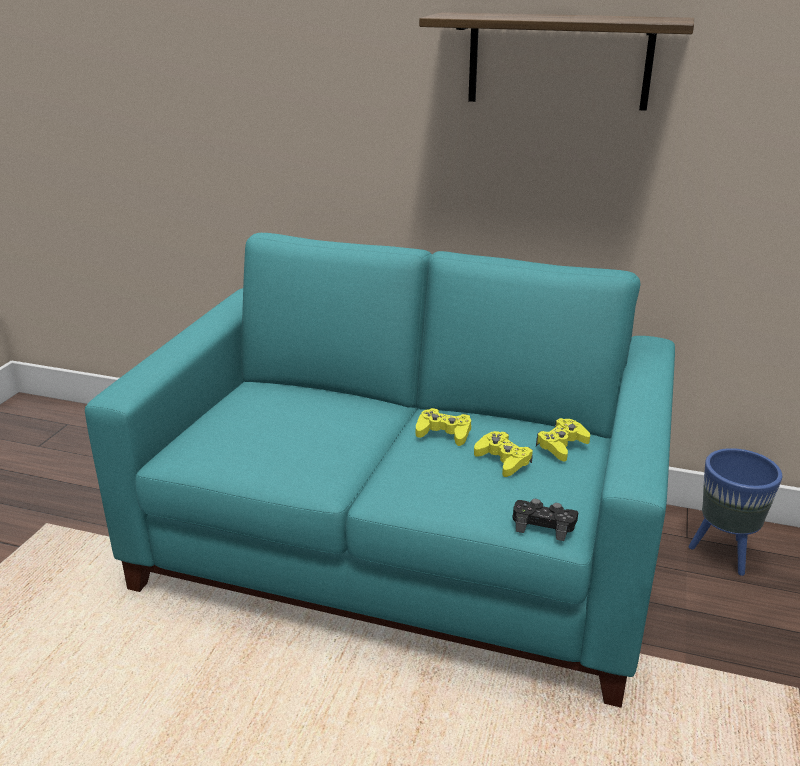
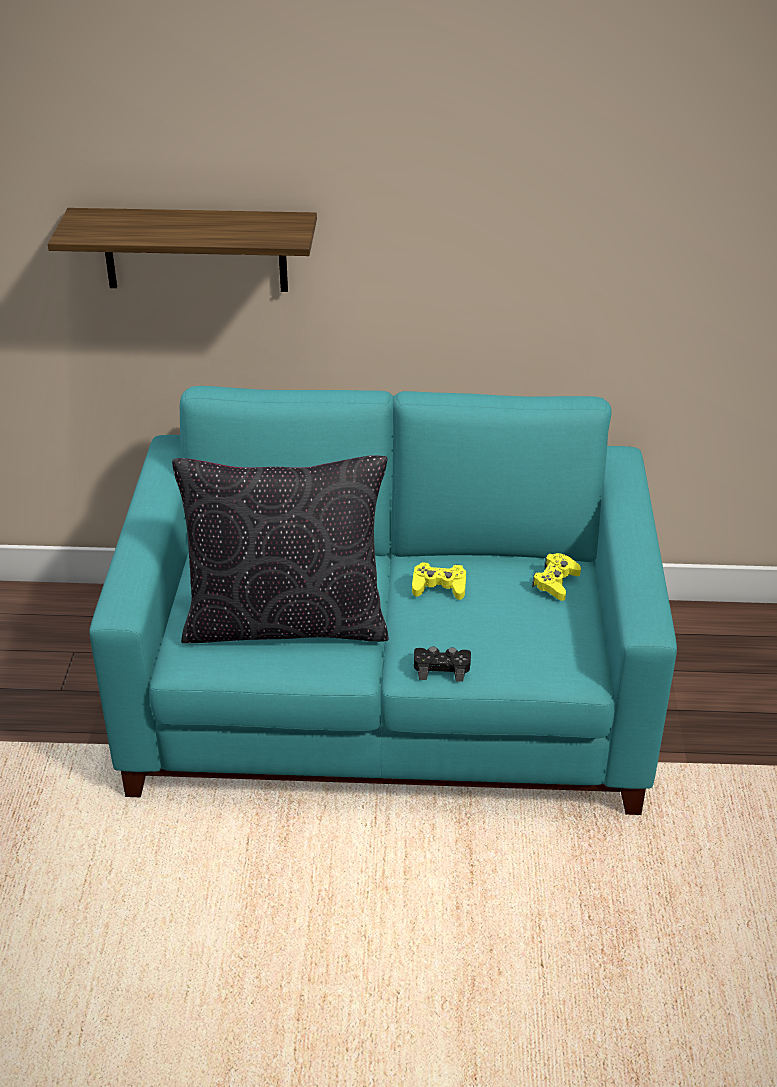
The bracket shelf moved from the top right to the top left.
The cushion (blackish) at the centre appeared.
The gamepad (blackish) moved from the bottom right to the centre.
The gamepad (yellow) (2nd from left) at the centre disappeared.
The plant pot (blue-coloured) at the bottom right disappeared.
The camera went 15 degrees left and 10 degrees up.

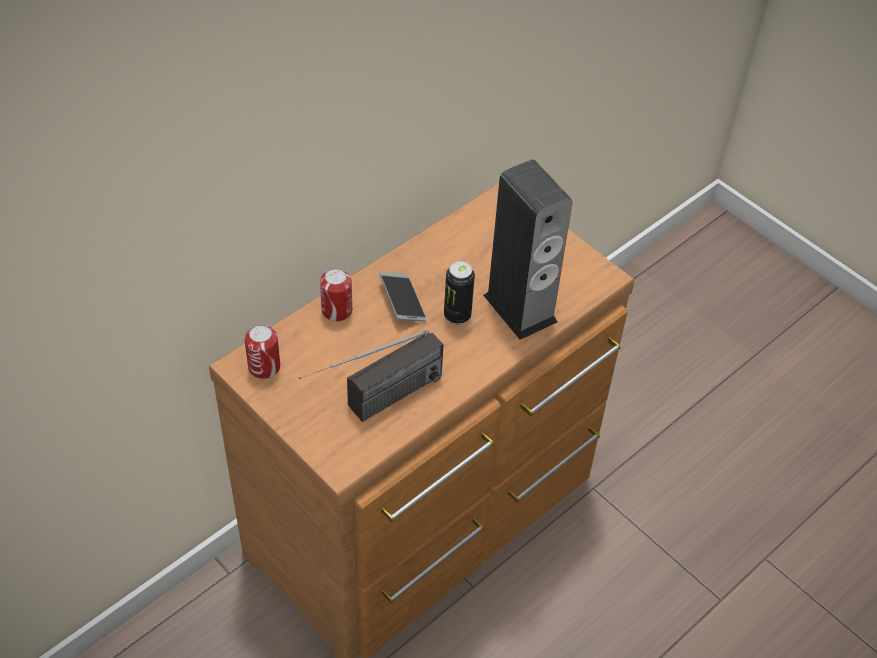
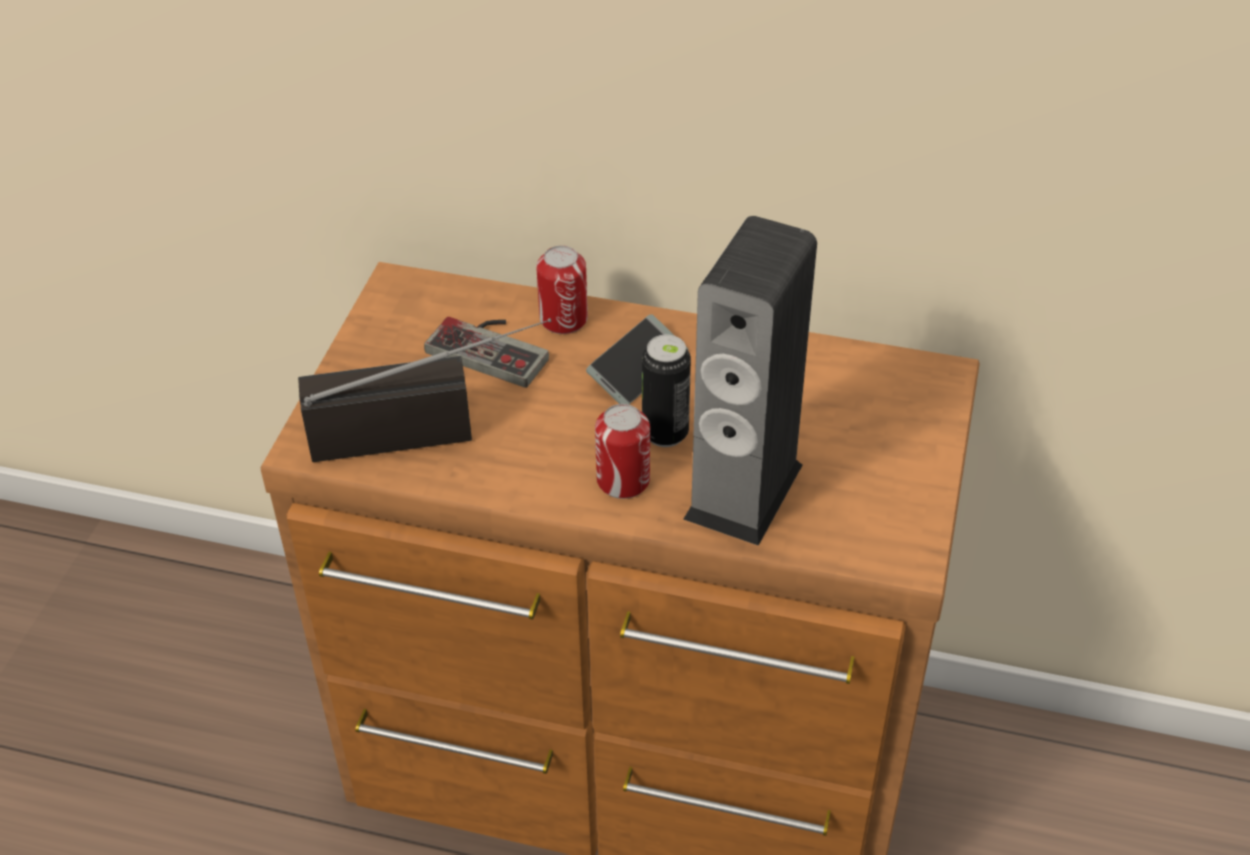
The radio receiver at the centre turned 150 degrees clockwise.
The gamepad at the centre appeared.
The can (1st from left in the first image) moved from the middle left to the centre.
The camera went 60 degrees right and 5 degrees down.

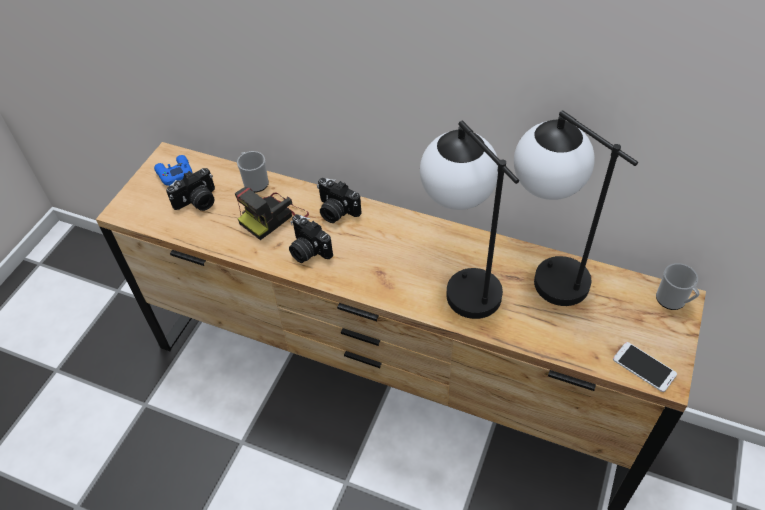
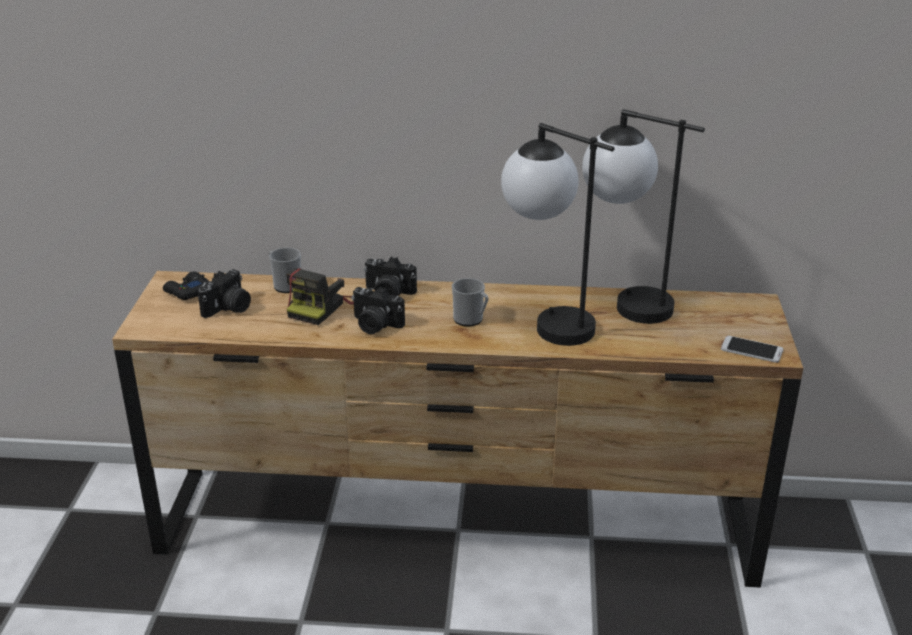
The gamepad (blue-coloured) at the middle left became the gamepad (blackish) at the middle left.
The tea mug (2nd from left) moved from the middle right to the centre.
The camera went 20 degrees left and 20 degrees down.

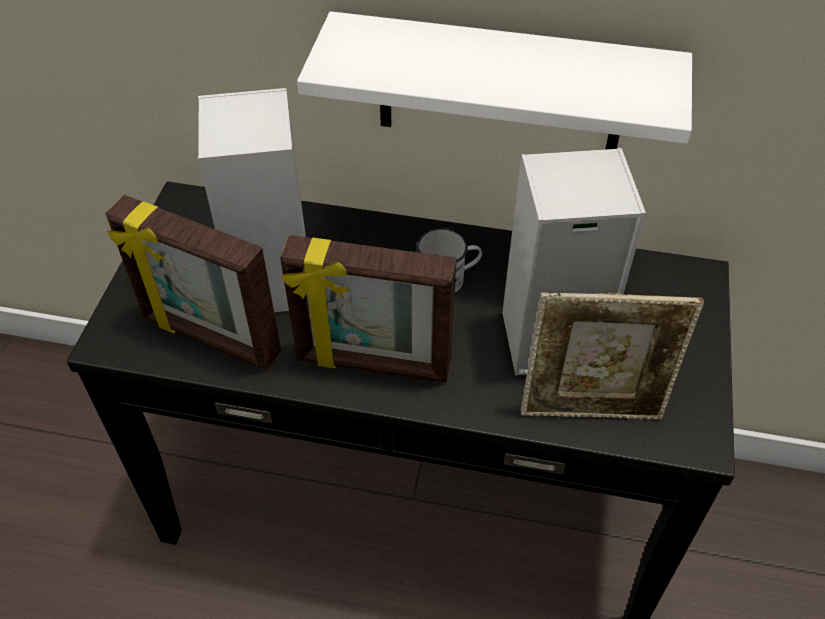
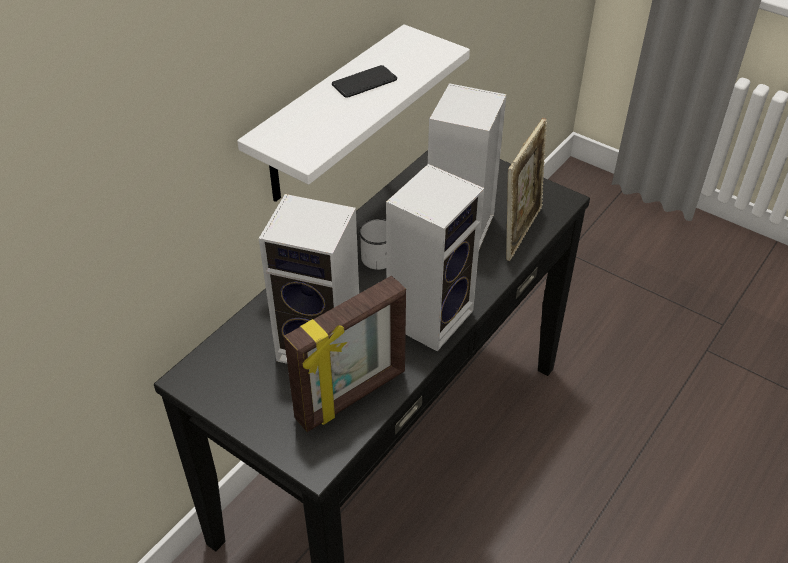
The telephone at the top centre appeared.
The standing frame (2nd from left) at the centre was replaced by the loudspeaker (2nd from left) at the centre.
The camera went 65 degrees left and 5 degrees down.

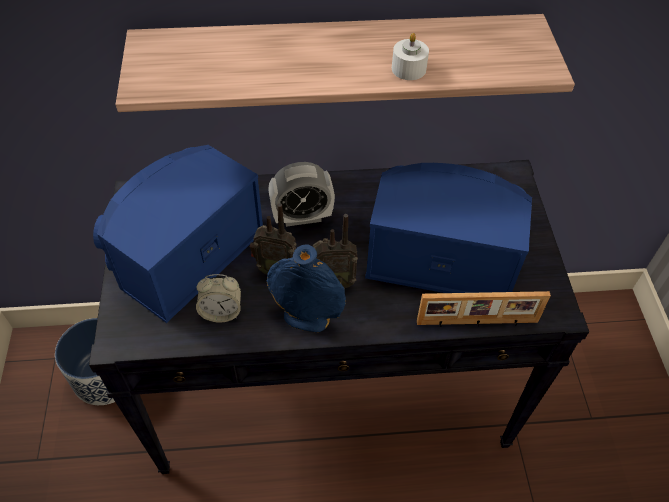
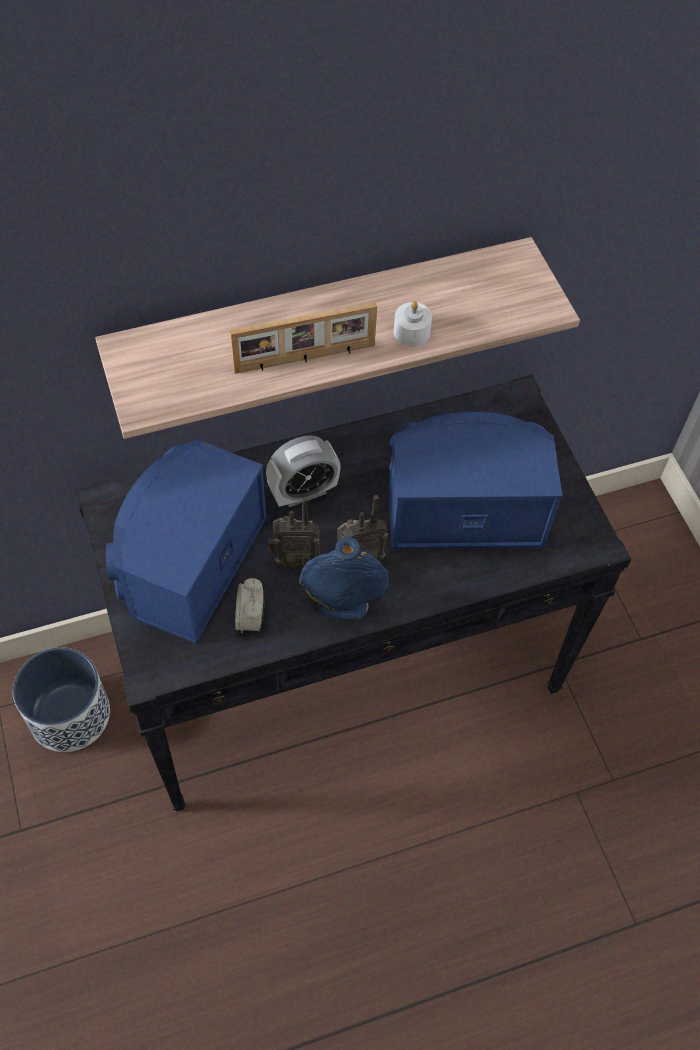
The standing frame moved from the middle right to the top centre.
The bedside clock (1st from left) at the middle left turned 105 degrees clockwise.
The camera went 15 degrees left and 5 degrees up.

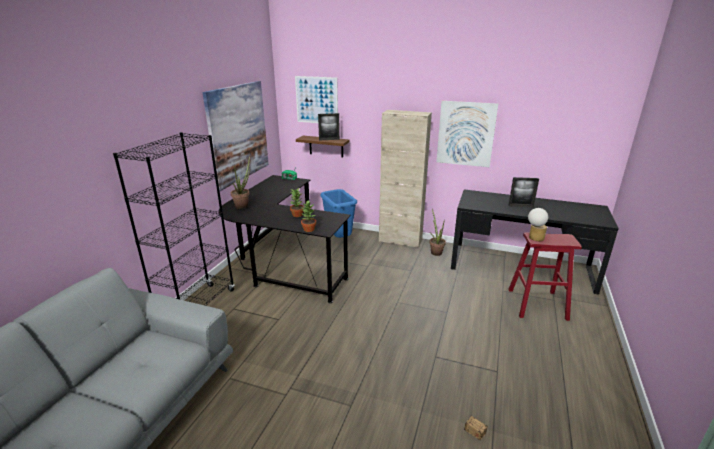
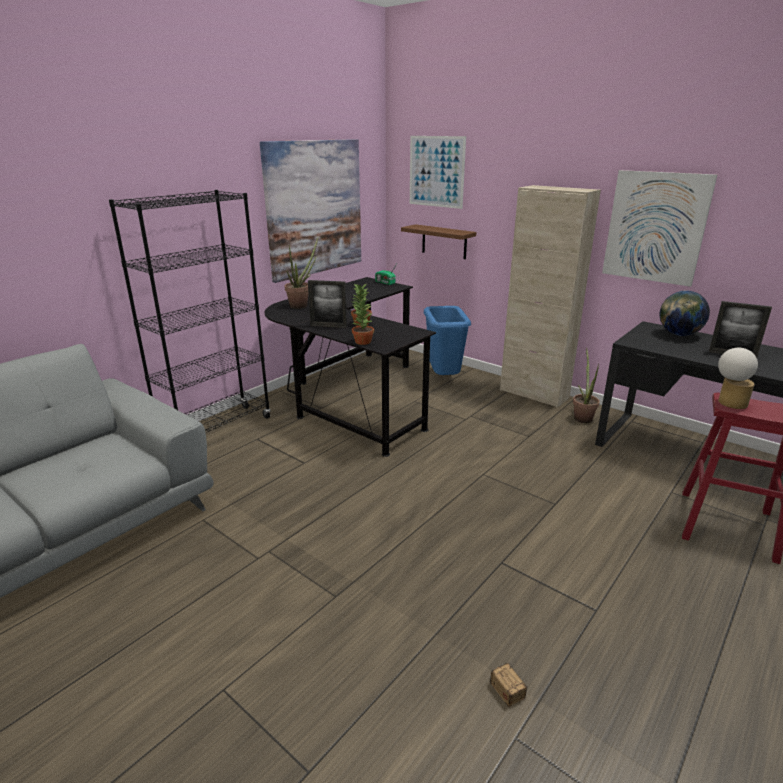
The standing frame (1st from left) moved from the top centre to the centre.
The desk globe at the middle right appeared.
The camera went 20 degrees right and 0 degrees up.

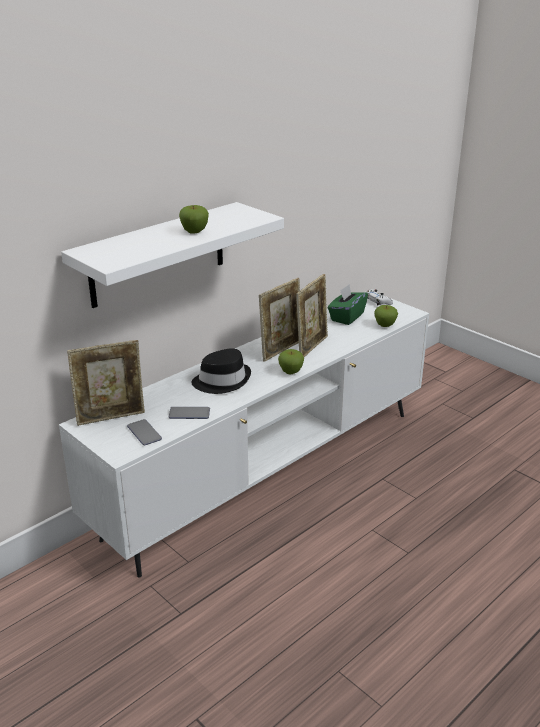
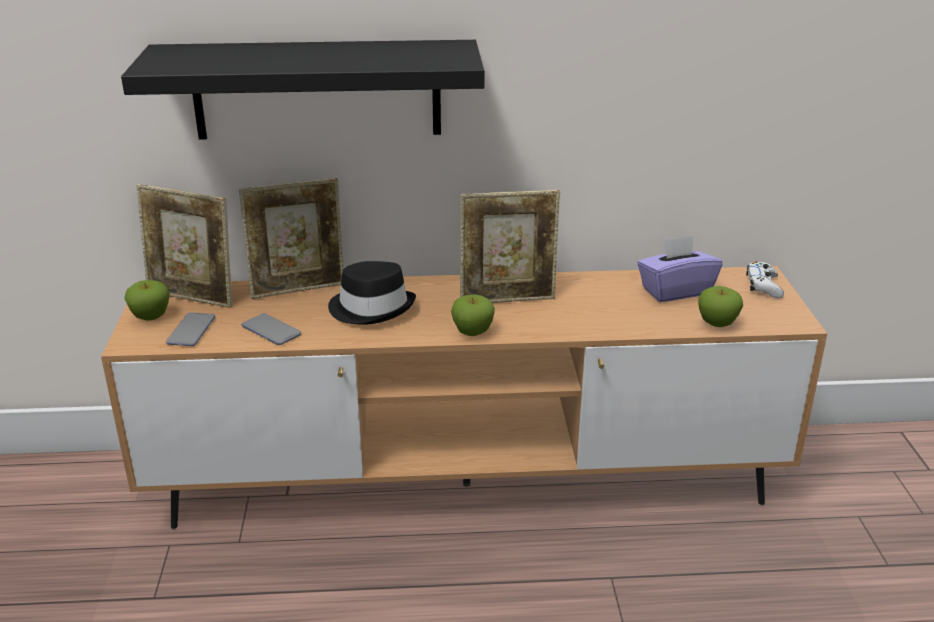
The tv stand (white-coloured) at the centre became the tv stand (brownish) at the centre.
The bracket shelf (white-coloured) at the middle left became the bracket shelf (blackish) at the top left.
The apple (1st from left) moved from the top centre to the middle left.
The standing frame (3rd from left in the first image) moved from the centre to the middle left.
The box of tissues (green-coloured) at the centre became the box of tissues (purple) at the middle right.
The camera went 40 degrees right and 0 degrees up.

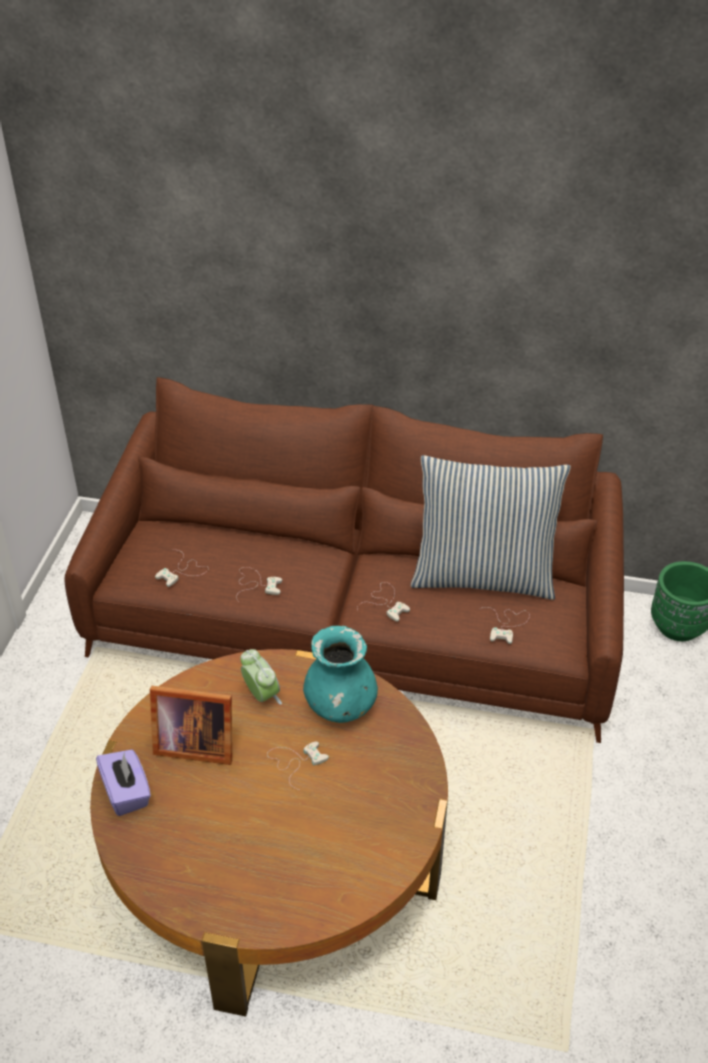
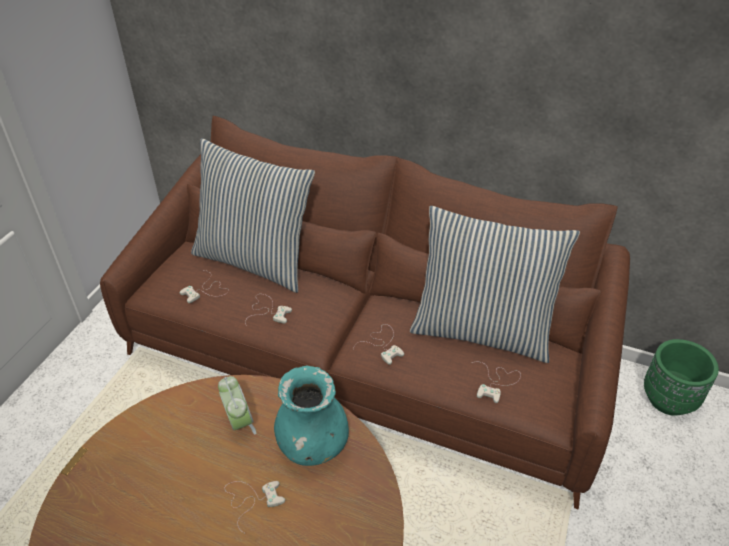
The cushion (1st from left) at the centre appeared.
The box of tissues (purple) at the bottom left disappeared.
The standing frame at the bottom left disappeared.
The camera went 10 degrees right and 0 degrees up.

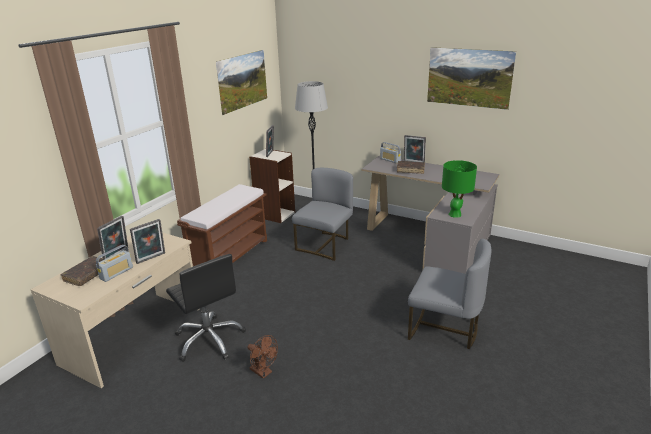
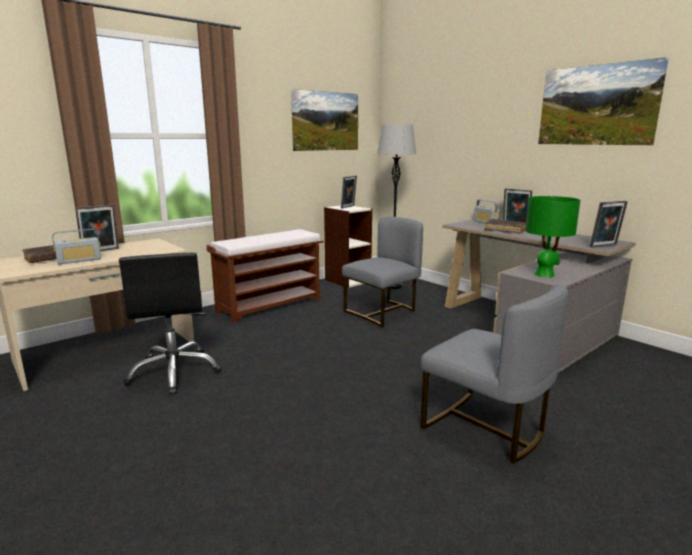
The standing frame (2nd from left in the first image) moved from the middle left to the middle right.
The electric fan (brownish) at the bottom centre disappeared.
The camera went 20 degrees right and 10 degrees down.

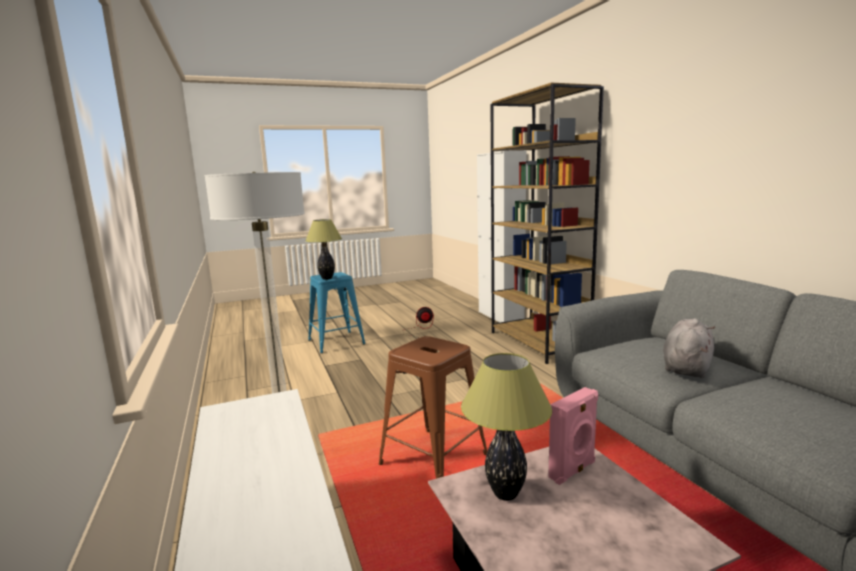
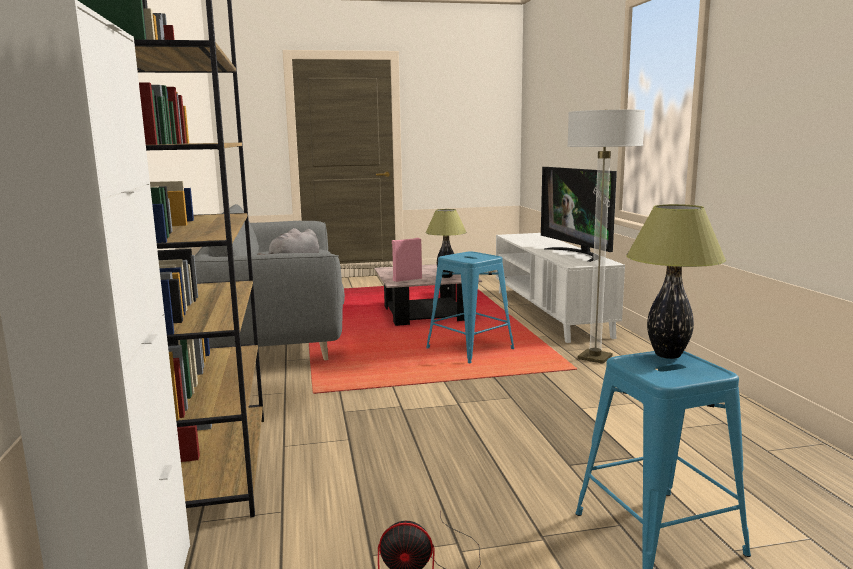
The stool (brownish) at the bottom centre became the stool (blue-coloured) (1st from left) at the centre.
The TV at the middle right appeared.
The camera went 170 degrees left and 0 degrees up.

